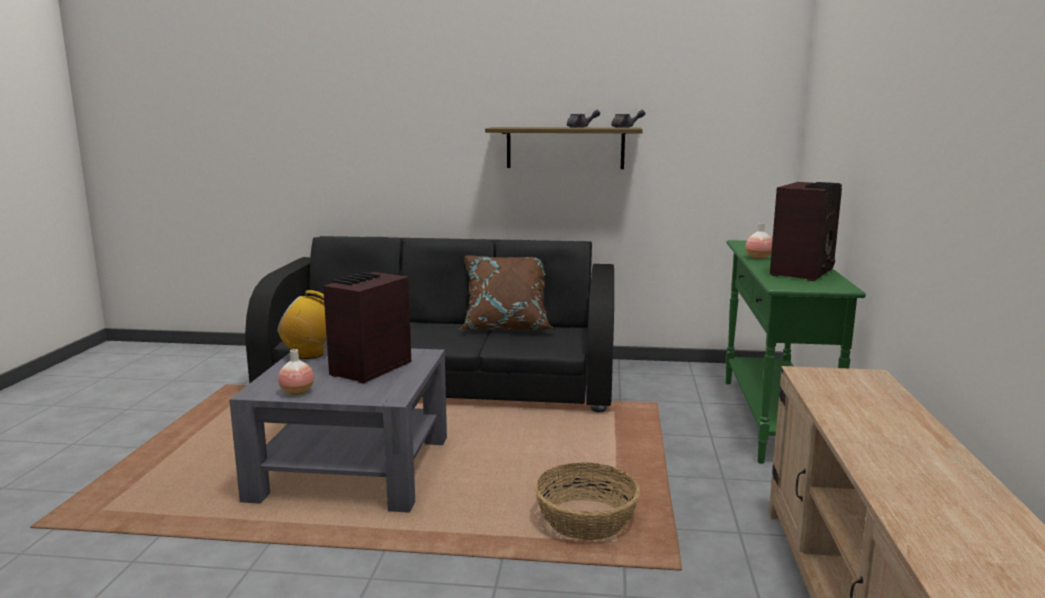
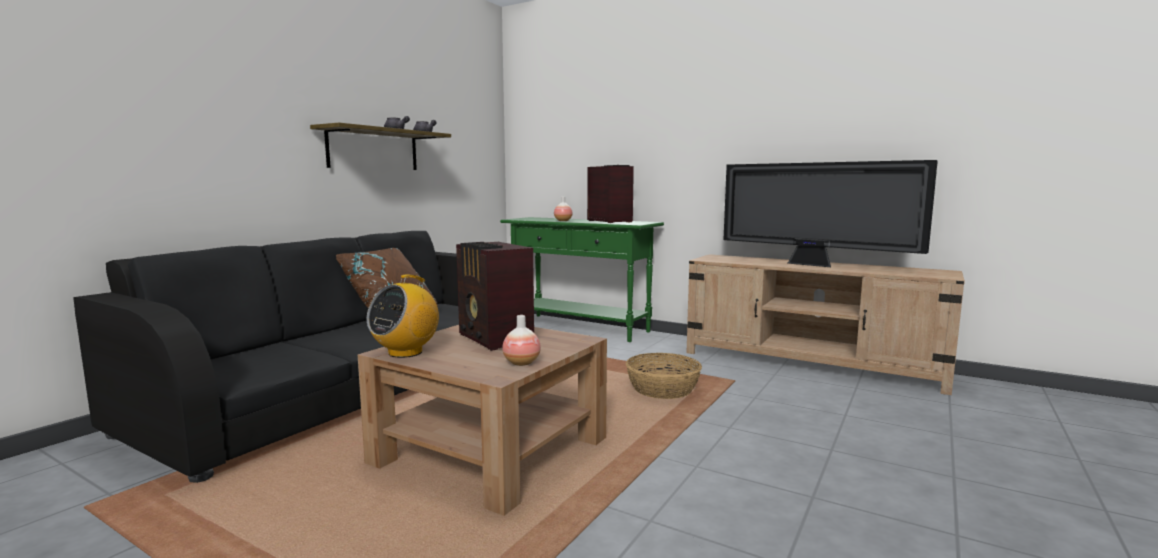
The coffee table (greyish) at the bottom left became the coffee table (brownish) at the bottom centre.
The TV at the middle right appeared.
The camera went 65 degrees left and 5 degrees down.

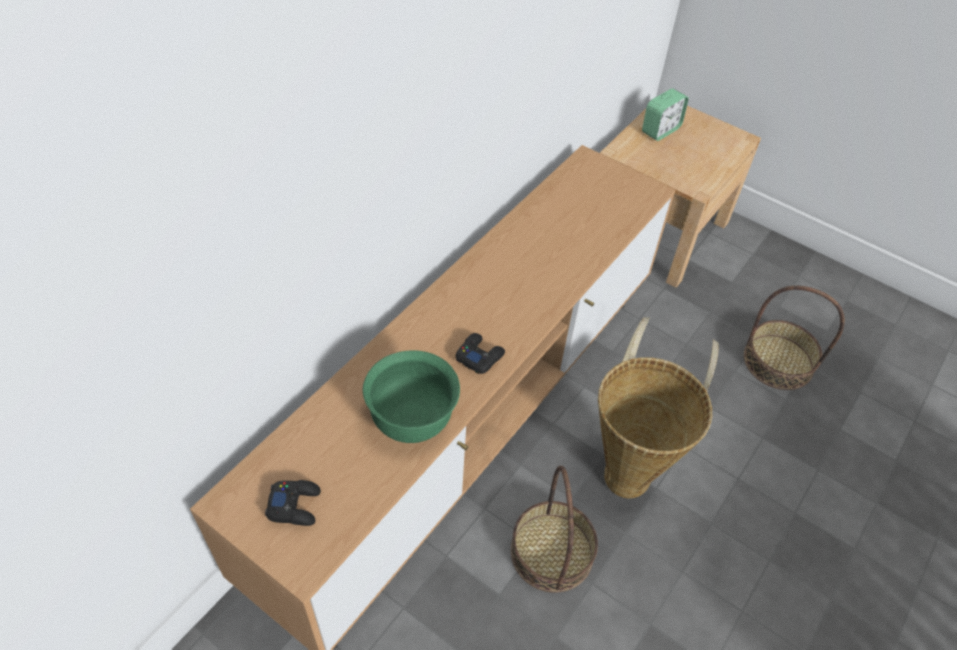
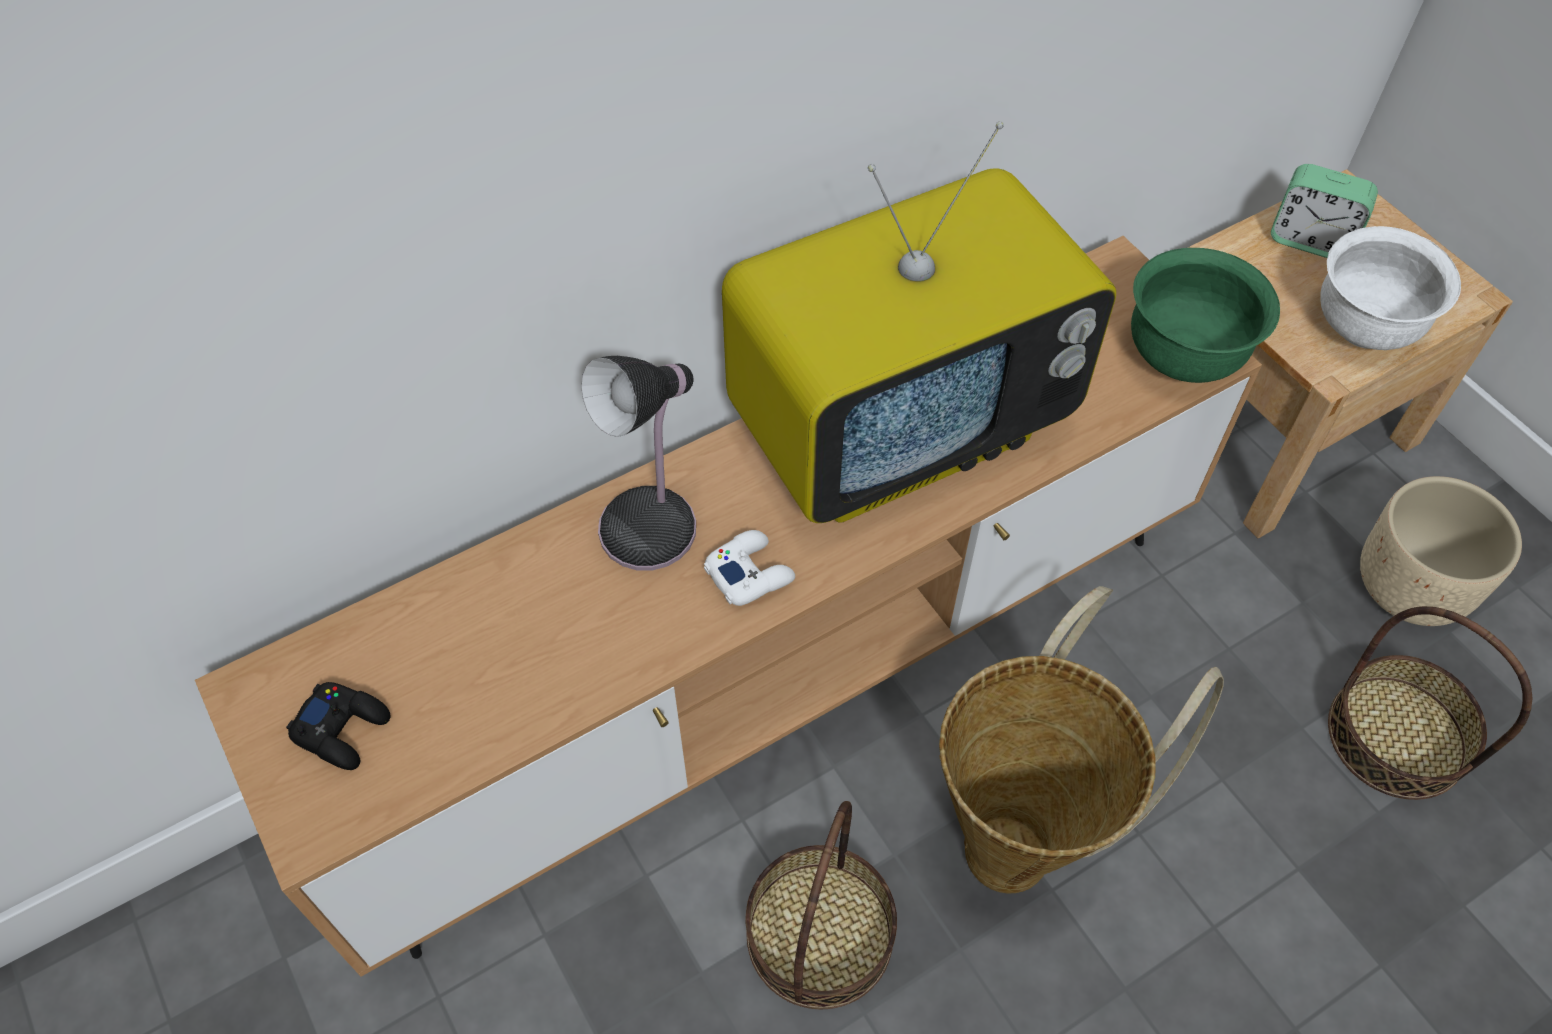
The table lamp at the centre appeared.
The gamepad (blackish) (2nd from left) at the centre became the gamepad (white-coloured) at the centre.
The TV at the top centre appeared.
The bowl (green-coloured) moved from the centre to the top right.
The bedside clock at the top right turned 45 degrees clockwise.
The bowl (white-coloured) at the top right appeared.
The plant pot (beige) at the middle right appeared.
The camera went 25 degrees right and 5 degrees up.

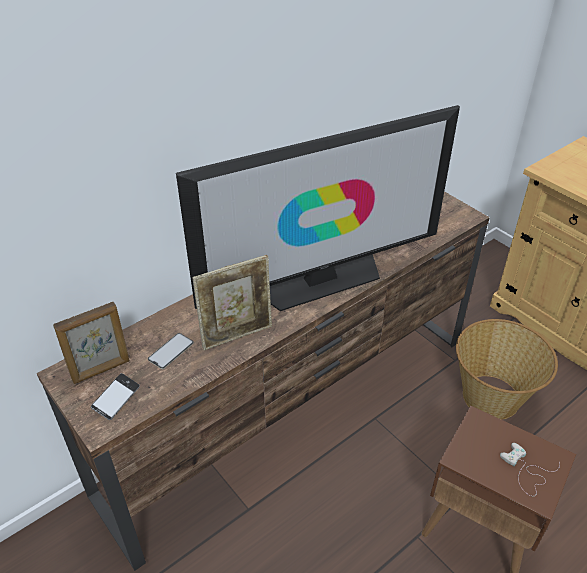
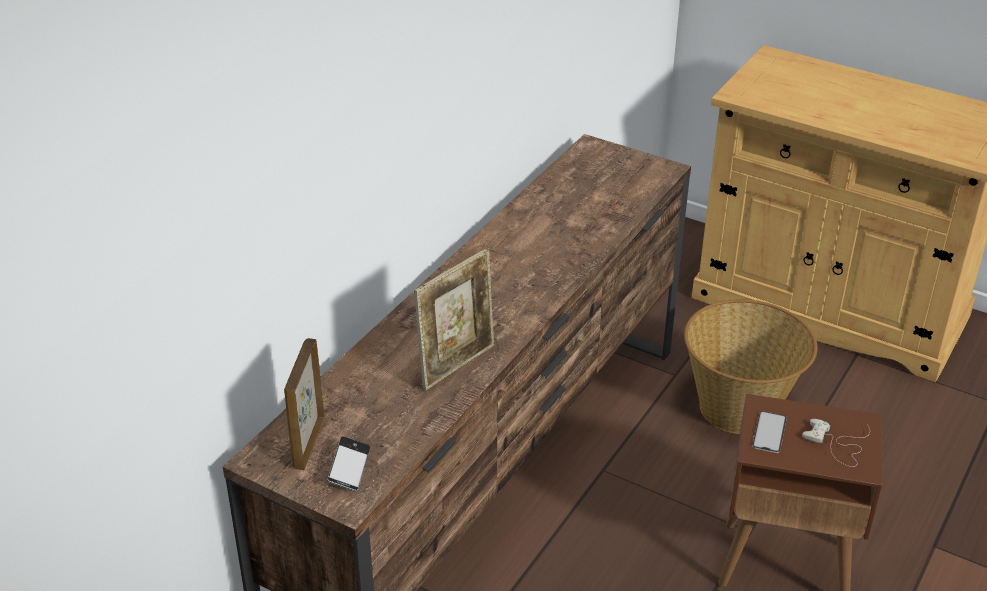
The standing frame (1st from left) at the middle left turned 150 degrees clockwise.
The telephone (2nd from left) moved from the middle left to the bottom right.
The TV at the centre disappeared.
The camera went 20 degrees left and 5 degrees down.

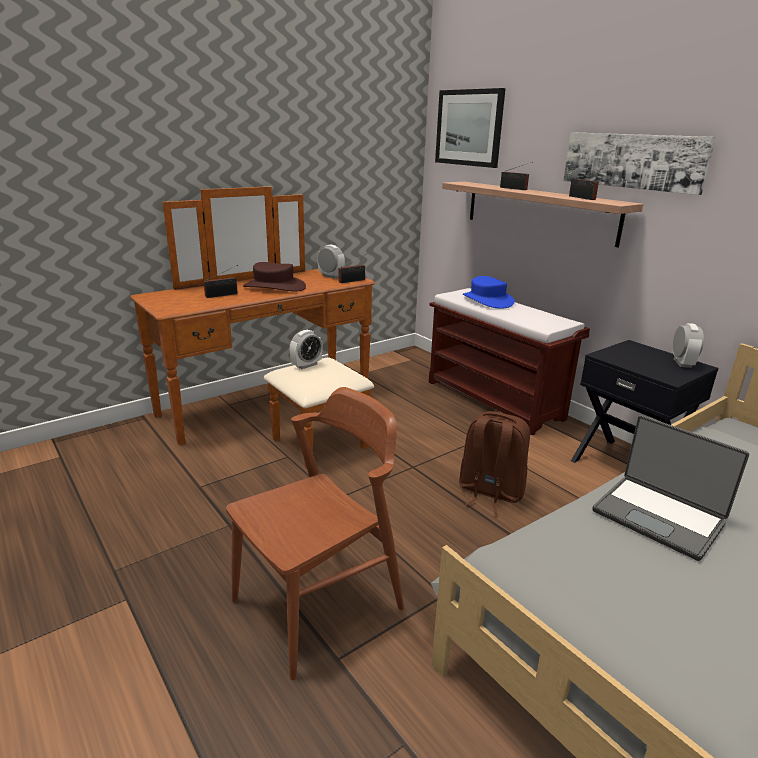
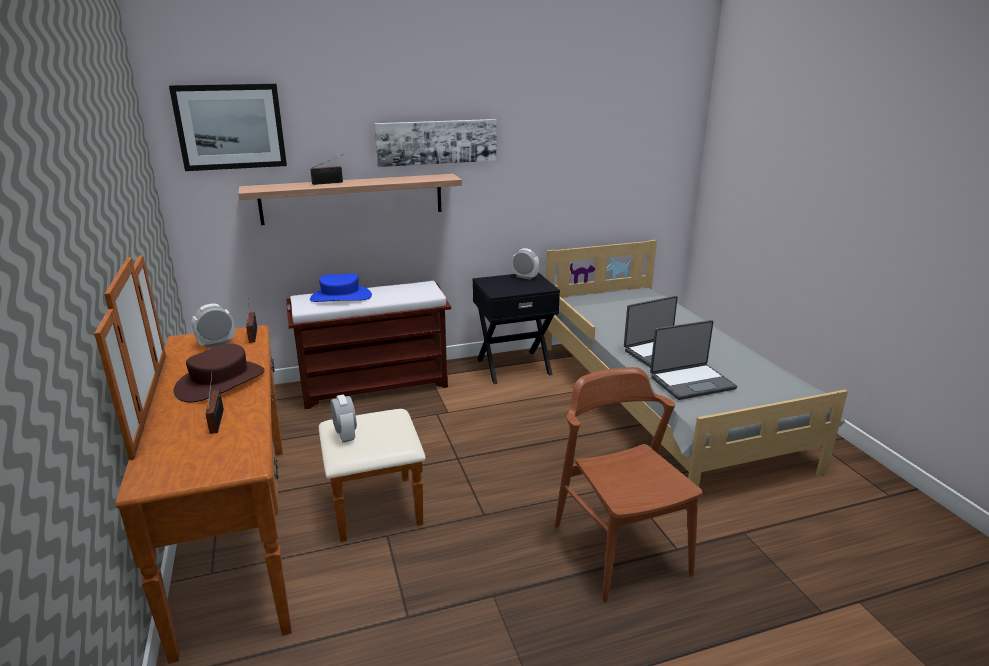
The laptop (2nd from left) at the middle right appeared.
The rucksack (brownish) at the centre disappeared.
The radio receiver (4th from left) at the top right disappeared.
The camera went 70 degrees left and 0 degrees up.

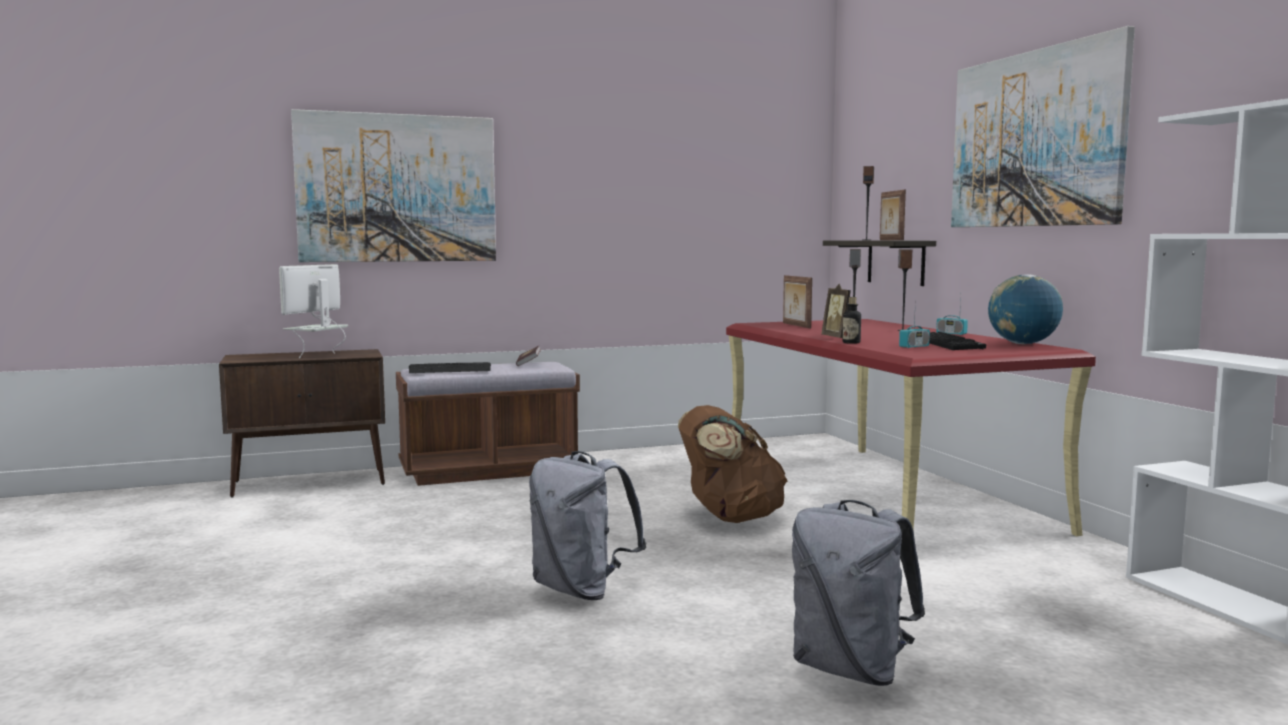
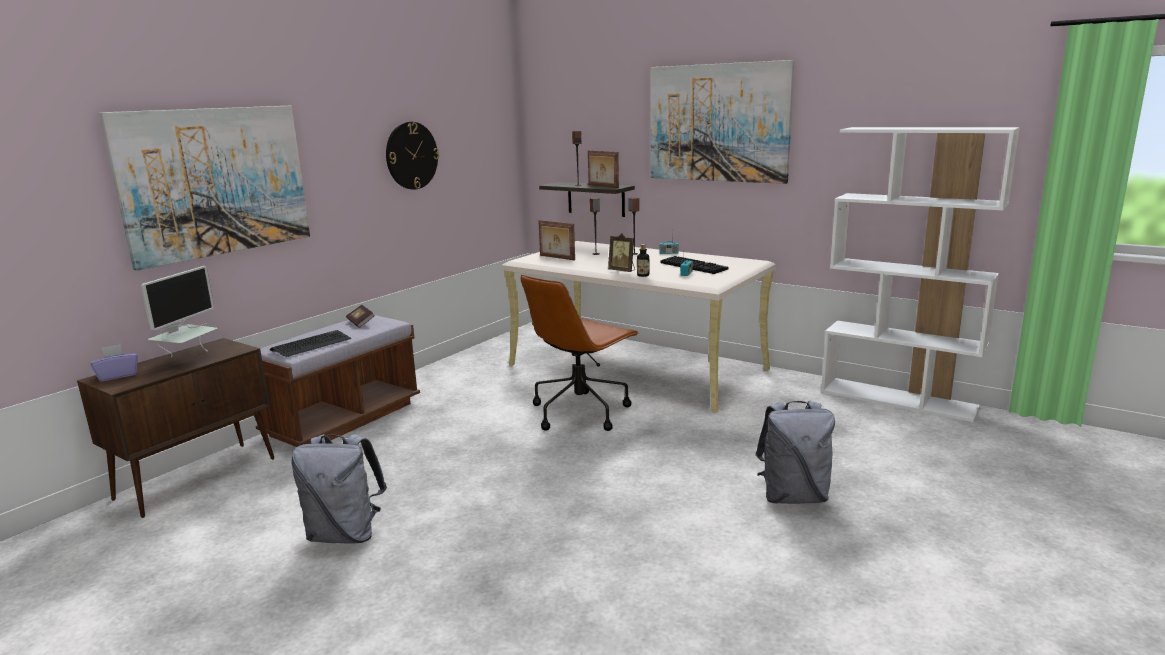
The box of tissues (purple) at the middle left appeared.
The monitor at the middle left turned 150 degrees counterclockwise.
The rucksack (greyish) (1st from left) moved from the bottom centre to the bottom left.
The clock on the wall at the top centre appeared.
The desk unit (red) at the middle right became the desk unit (beige) at the centre.
The rucksack (brownish) at the centre was replaced by the desk chair (brownish) at the centre.
The desk globe at the middle right disappeared.
The camera went 35 degrees left and 10 degrees up.

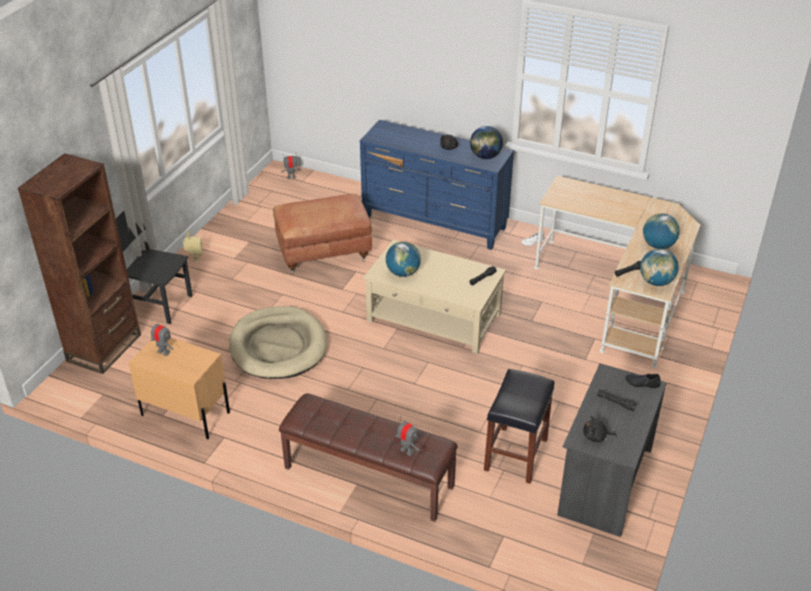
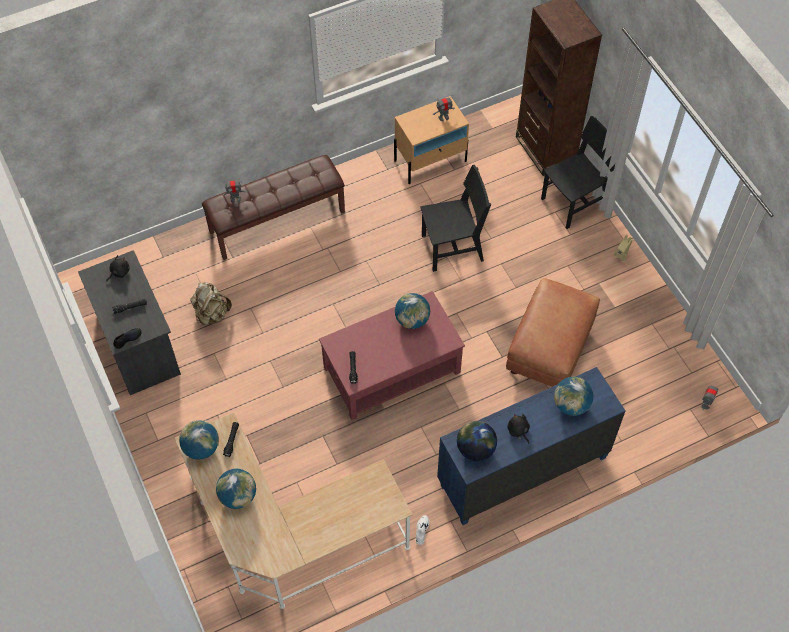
The stool (blackish) at the bottom centre was replaced by the rucksack (beige) at the middle left.
The coffee table (beige) at the centre became the coffee table (red) at the centre.
The dog bed (beige) at the centre was replaced by the plain chair (blackish) (1st from left) at the centre.
The desk globe (5th from left) at the middle right appeared.
The camera went 130 degrees right and 20 degrees up.

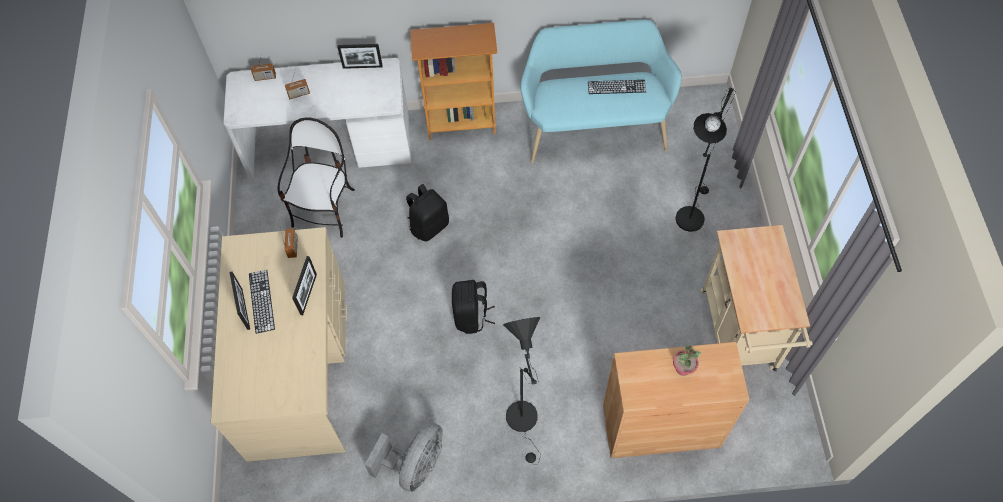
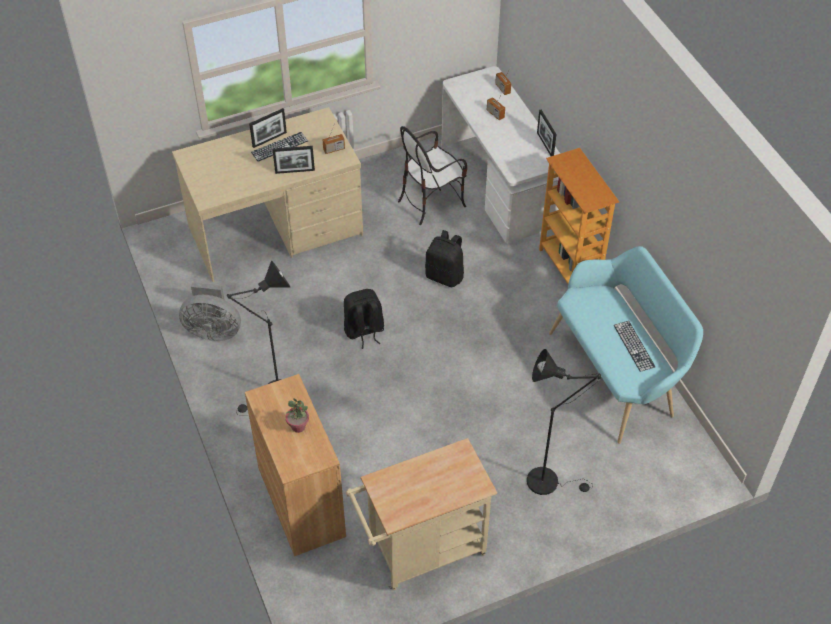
The plain chair at the middle left turned 150 degrees clockwise.
The camera went 70 degrees right and 10 degrees down.

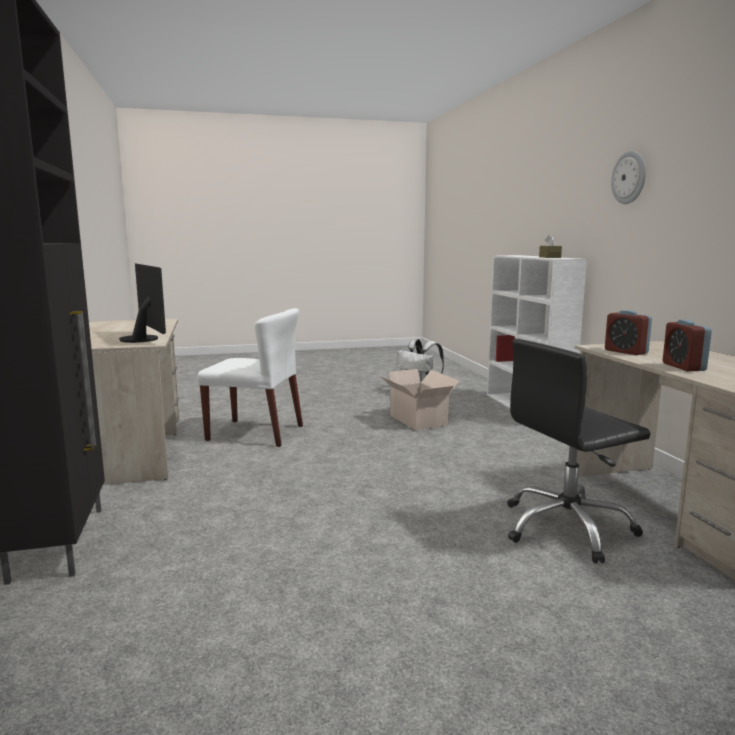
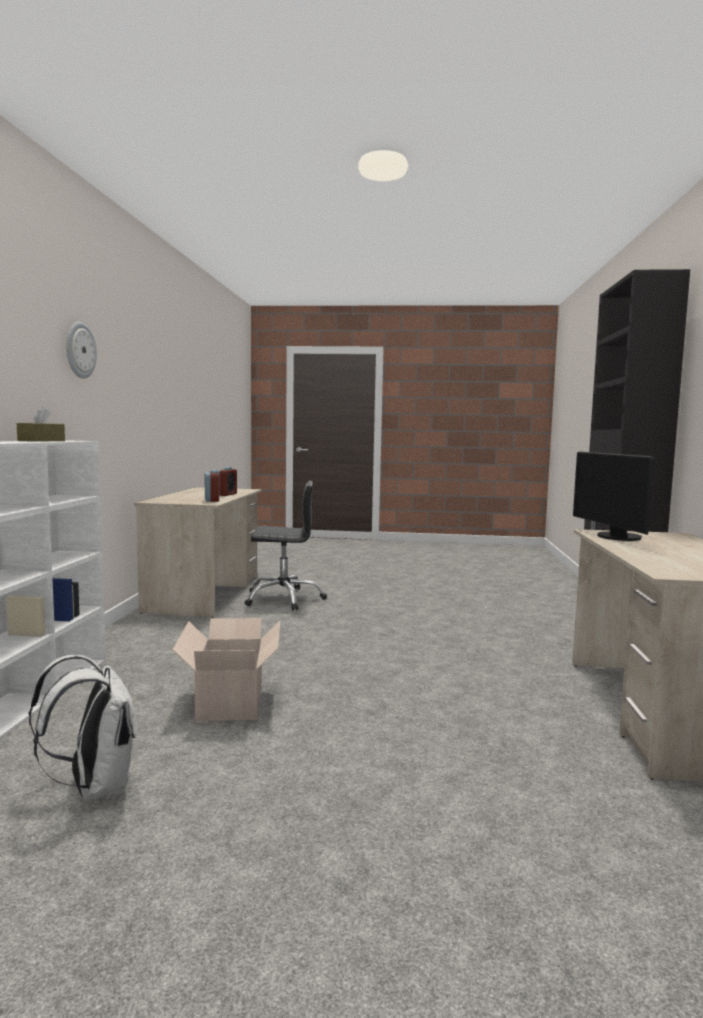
The plain chair (white-coloured) at the centre disappeared.
The camera went 160 degrees left and 5 degrees down.

